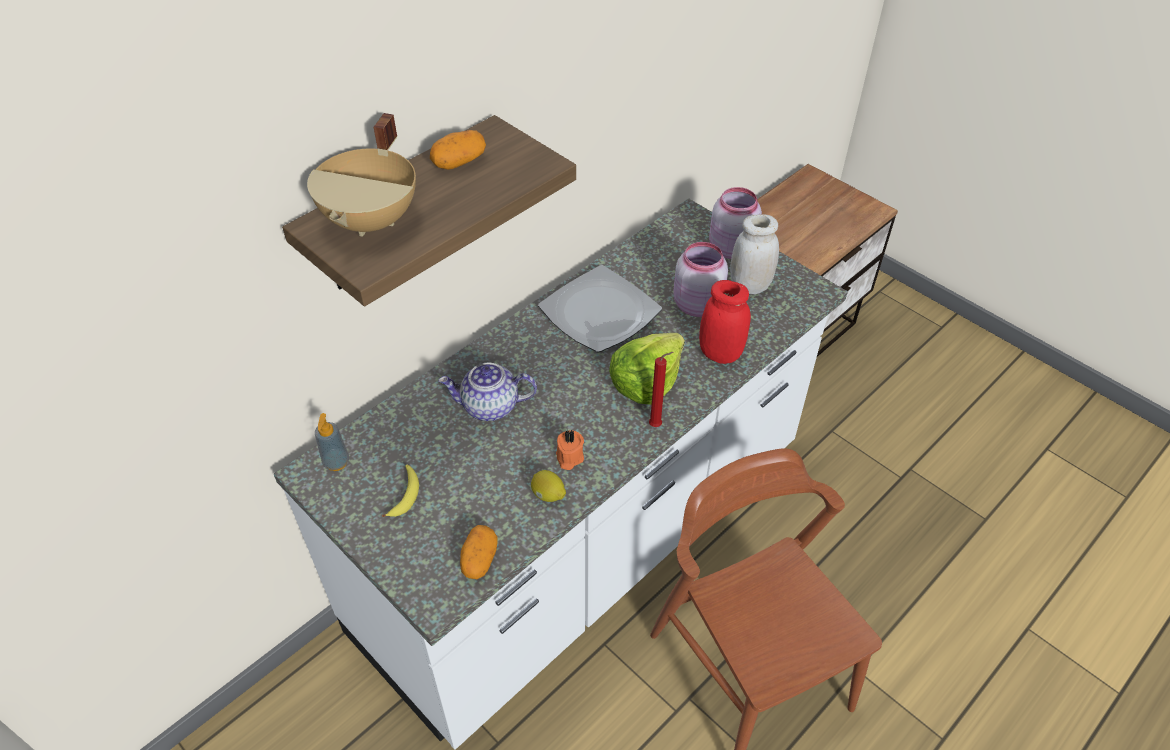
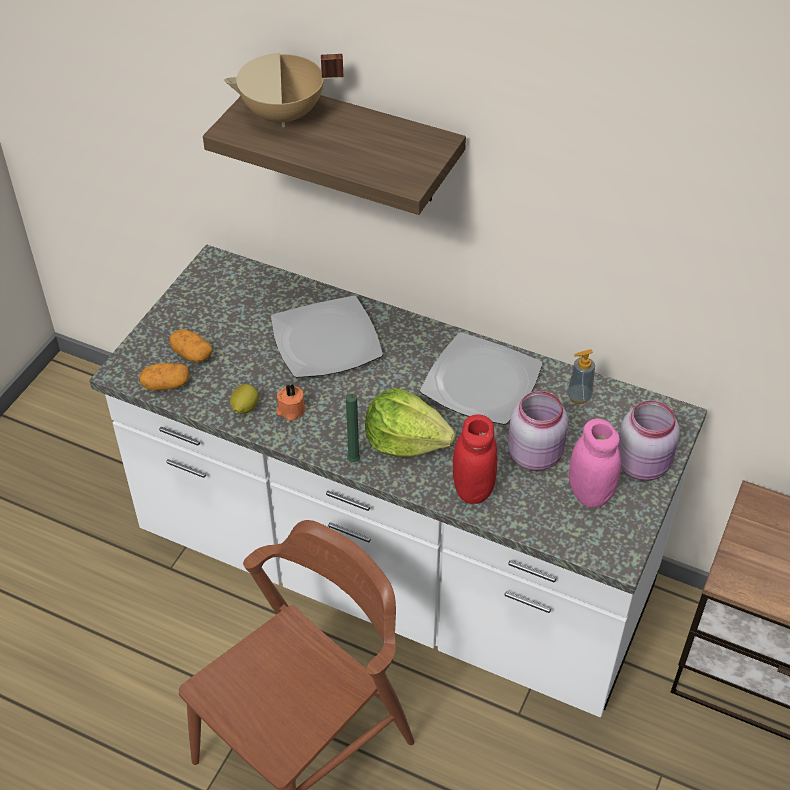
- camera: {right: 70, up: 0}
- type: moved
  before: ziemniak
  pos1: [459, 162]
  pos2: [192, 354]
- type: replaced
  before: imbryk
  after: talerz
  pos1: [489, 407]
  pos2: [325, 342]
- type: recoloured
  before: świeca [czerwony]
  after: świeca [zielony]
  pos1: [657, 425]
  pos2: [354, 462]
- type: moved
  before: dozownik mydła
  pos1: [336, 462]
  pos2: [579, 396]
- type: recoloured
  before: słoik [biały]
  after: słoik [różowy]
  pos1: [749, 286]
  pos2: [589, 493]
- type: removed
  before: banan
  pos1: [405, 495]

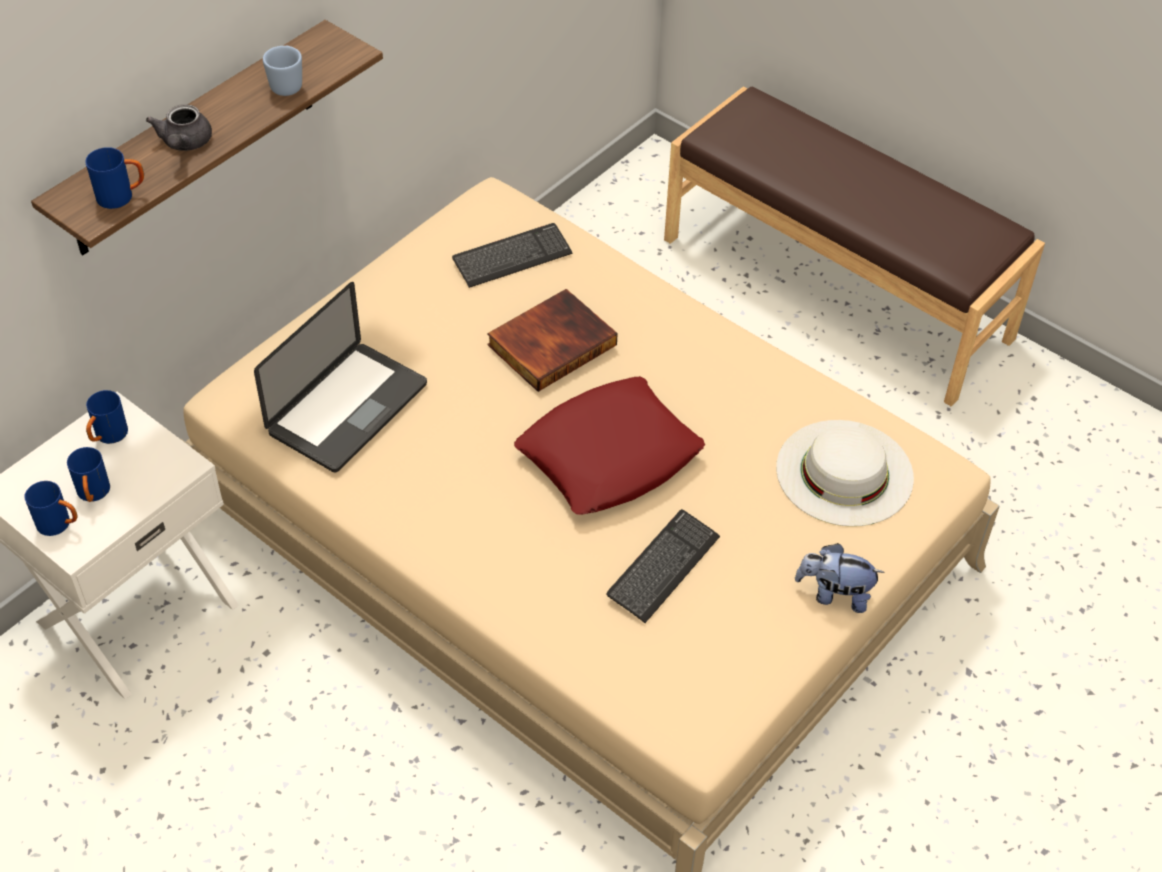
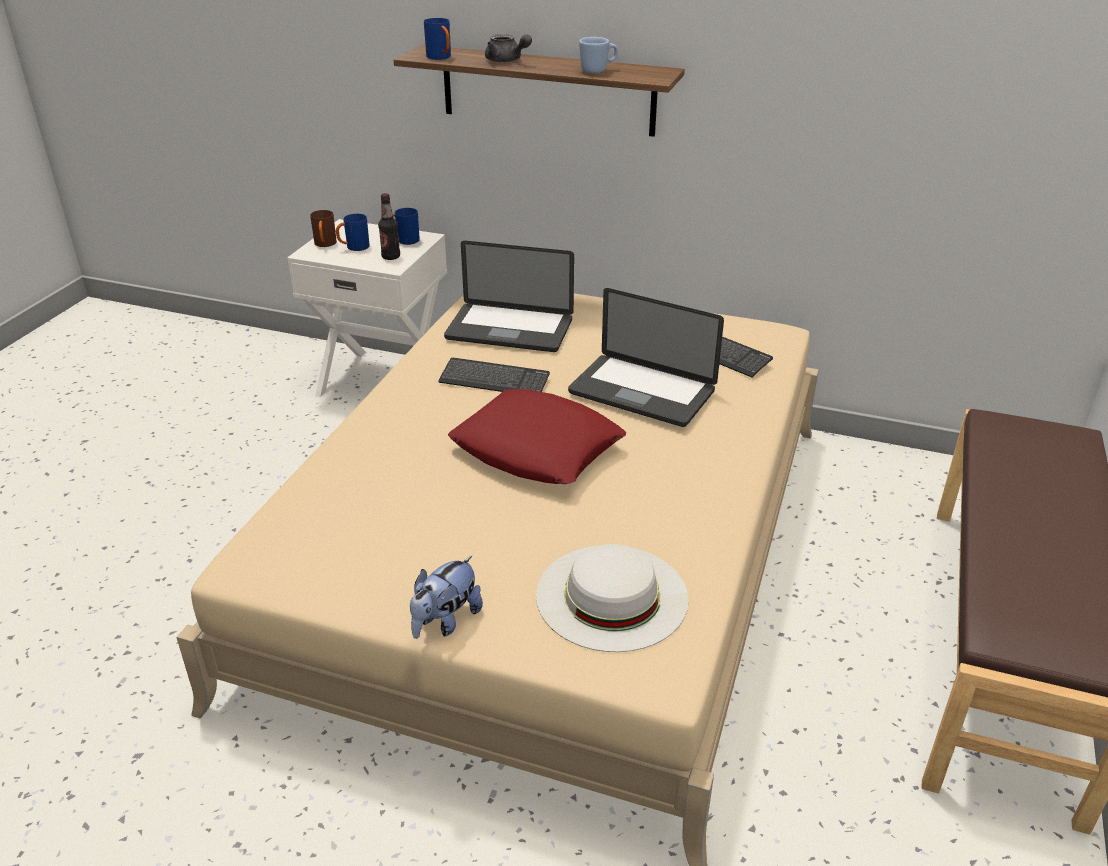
- camera: {right: 70, up: -15}
- type: recoloured
  before: kubek [niebieski]
  after: kubek [brązowy]
  pos1: [59, 524]
  pos2: [325, 245]
- type: added
  after: butelka
  pos2: [391, 257]
- type: turned
  before: pluszak
  pos1: [834, 594]
  pos2: [445, 621]
  turn: -135
- type: moved
  before: klawiatura
  pos1: [663, 567]
  pos2: [494, 380]
- type: turned
  before: imbryk [szary]
  pos1: [184, 144]
  pos2: [506, 61]
  turn: -120
- type: replaced
  before: książka
  after: laptop
  pos1: [551, 343]
  pos2: [641, 392]

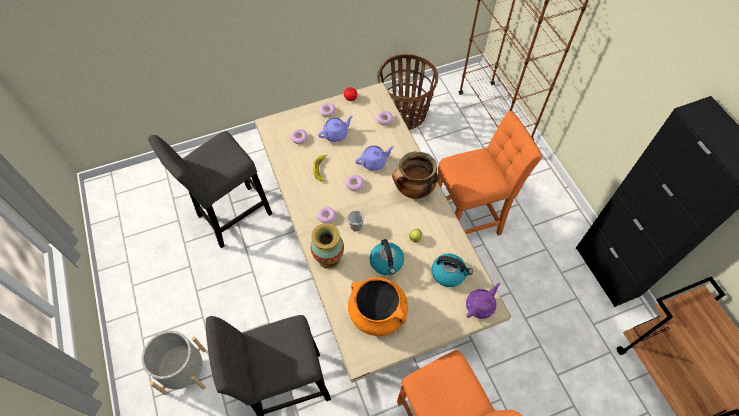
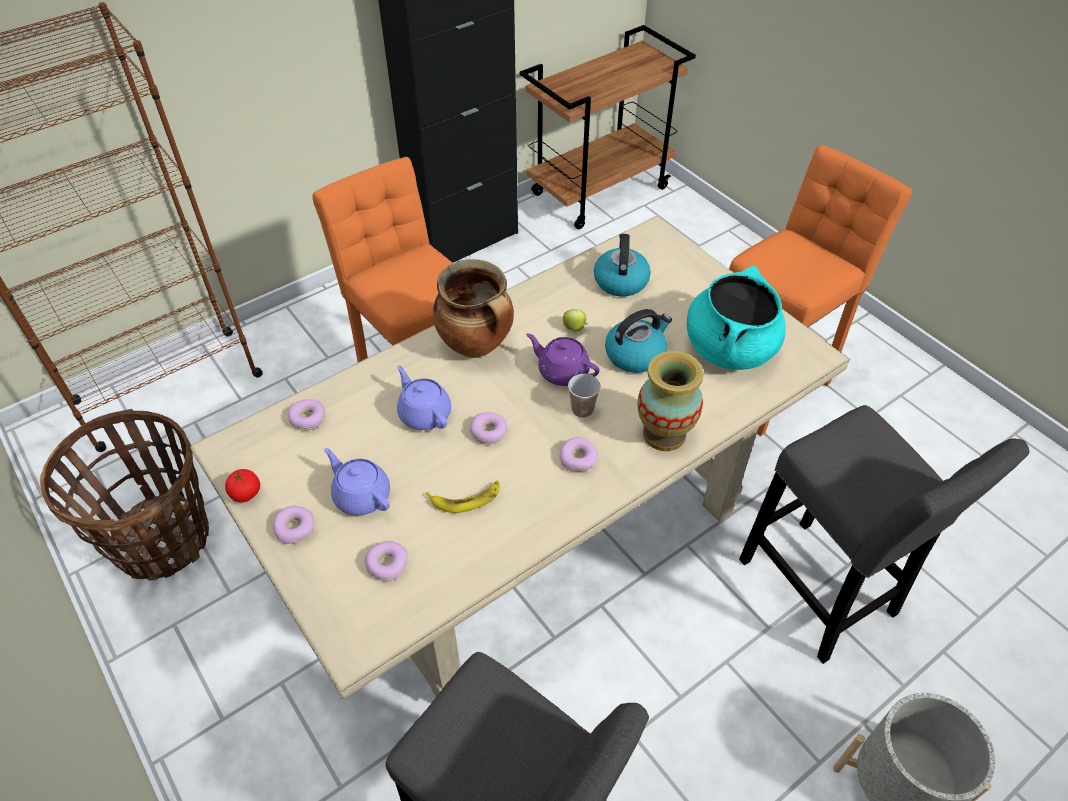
- camera: {right: -105, up: -10}
- type: moved
  before: imbryk [fioletowy]
  pos1: [480, 305]
  pos2: [562, 371]
- type: recoloured
  before: garnek [pomarańczowy]
  after: garnek [turkusowy]
  pos1: [378, 313]
  pos2: [729, 348]

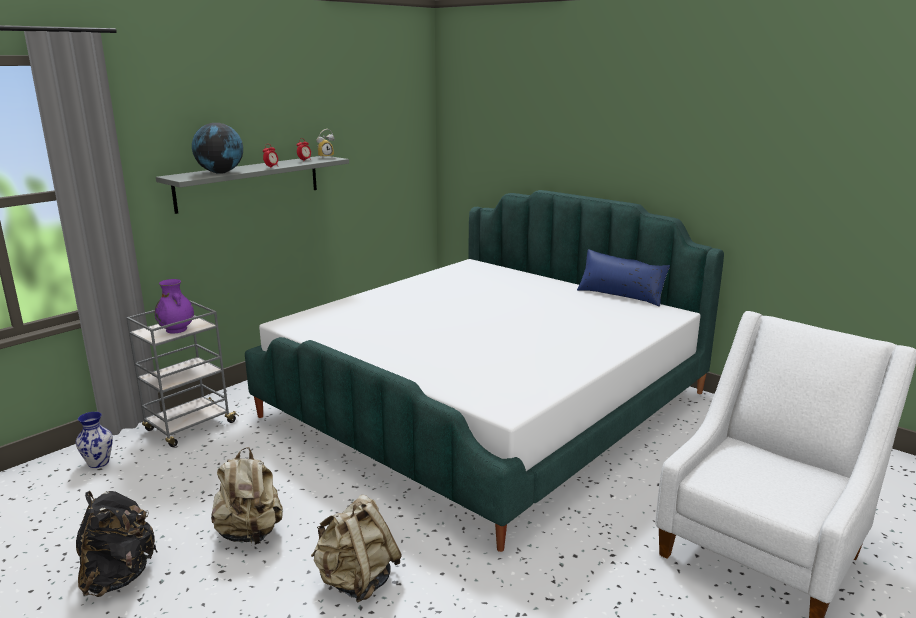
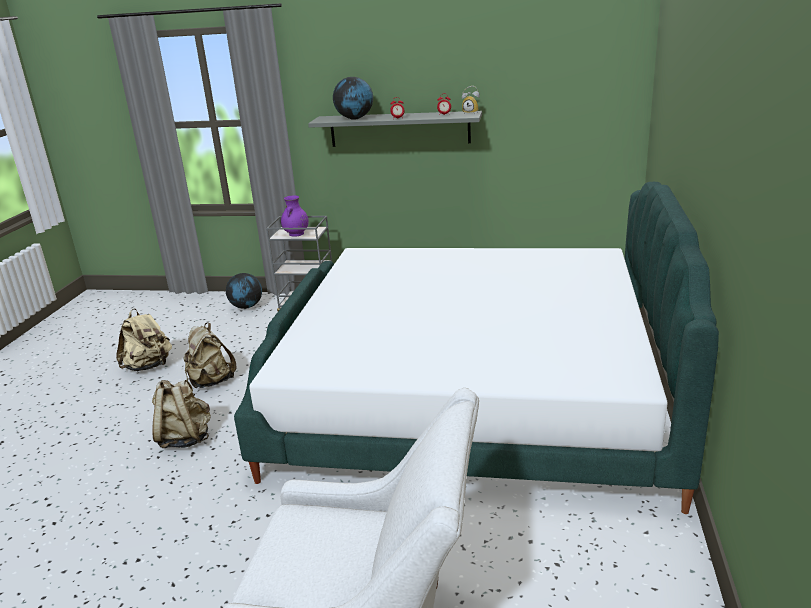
- camera: {right: 60, up: 5}
- type: recoloured
  before: plecak [czarny]
  after: plecak [beżowy]
  pos1: [118, 576]
  pos2: [149, 366]
- type: replaced
  before: wazon
  after: globus
  pos1: [98, 462]
  pos2: [247, 307]
- type: removed
  before: poduszka [niebieski]
  pos1: [621, 295]

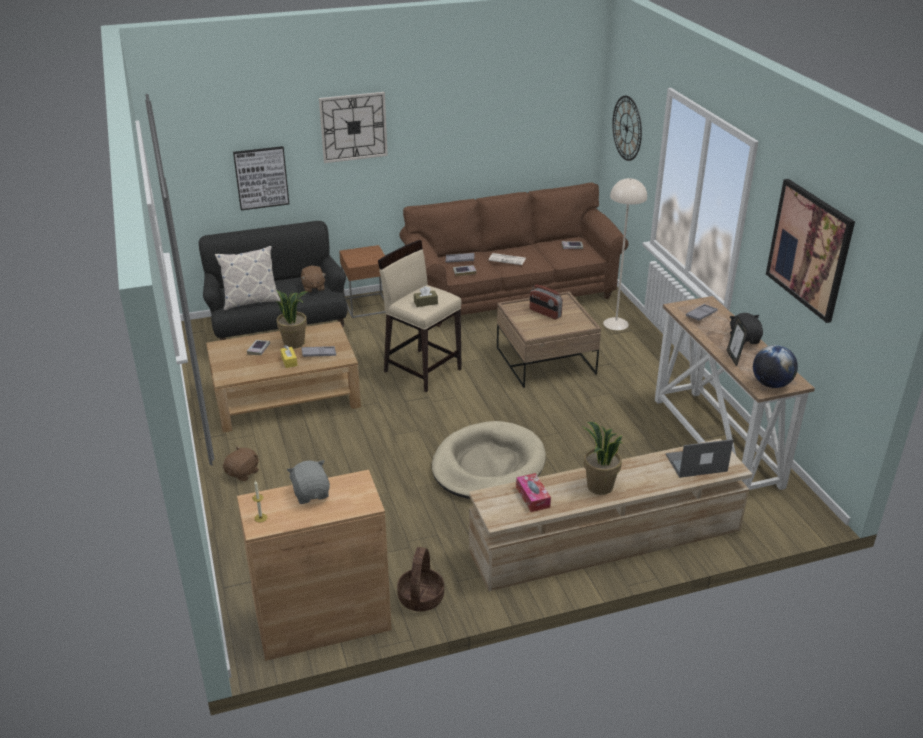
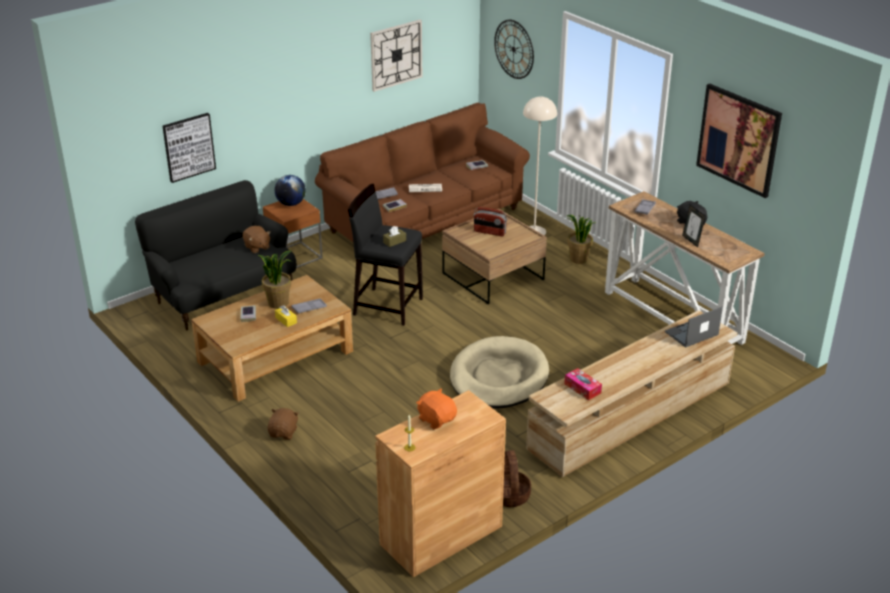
- camera: {right: -20, up: 0}
- type: moved
  before: globus
  pos1: [771, 384]
  pos2: [291, 204]
- type: recoloured
  before: stołek [beżowy]
  after: stołek [czarny]
  pos1: [422, 369]
  pos2: [387, 306]
- type: moved
  before: zegar ścienny
  pos1: [353, 127]
  pos2: [396, 55]
- type: recoloured
  before: pluszak [szary]
  after: pluszak [pomarańczowy]
  pos1: [311, 493]
  pos2: [436, 419]
- type: moved
  before: roślina doniczkowa
  pos1: [599, 487]
  pos2: [578, 259]
- type: removed
  before: poduszka
  pos1: [251, 301]

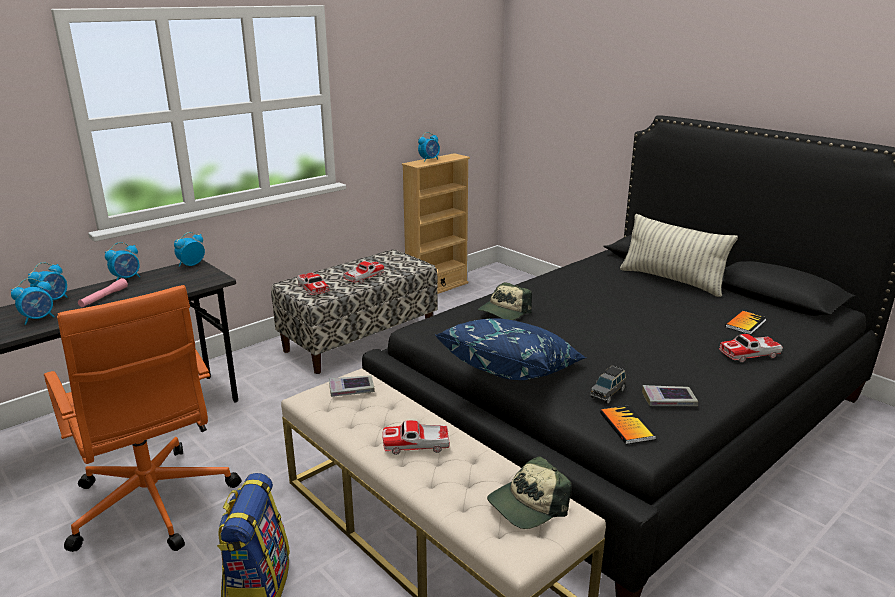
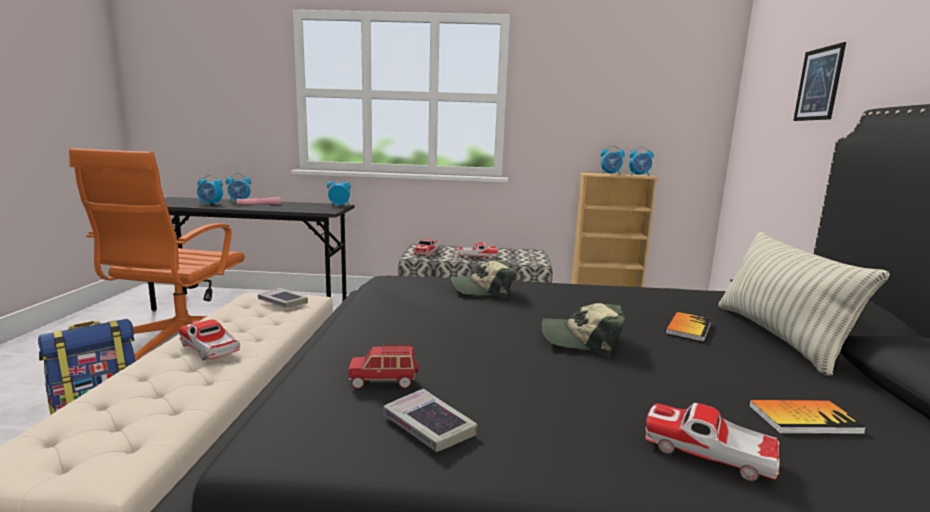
- camera: {right: 45, up: -10}
- type: recoloured
  before: samochodzik [szary]
  after: samochodzik [czerwony]
  pos1: [608, 393]
  pos2: [384, 381]
- type: moved
  before: czapka z daszkiem
  pos1: [528, 505]
  pos2: [582, 339]
- type: moved
  before: budzik
  pos1: [127, 278]
  pos2: [639, 175]
- type: moved
  before: książka
  pos1: [627, 426]
  pos2: [688, 328]
- type: added
  after: obraz
  pos2: [818, 84]
- type: removed
  before: poduszka [niebieski]
  pos1: [512, 371]

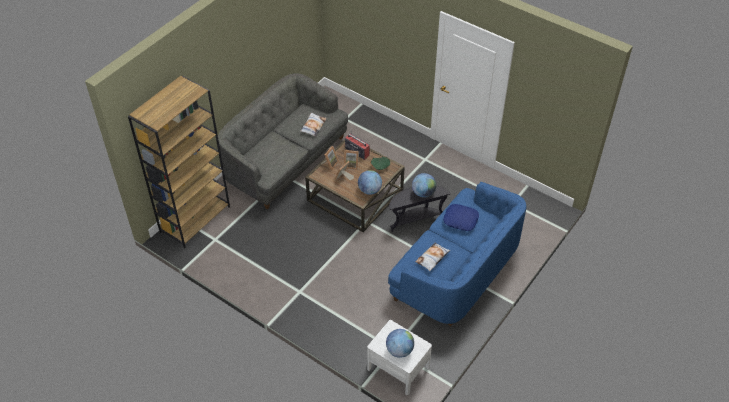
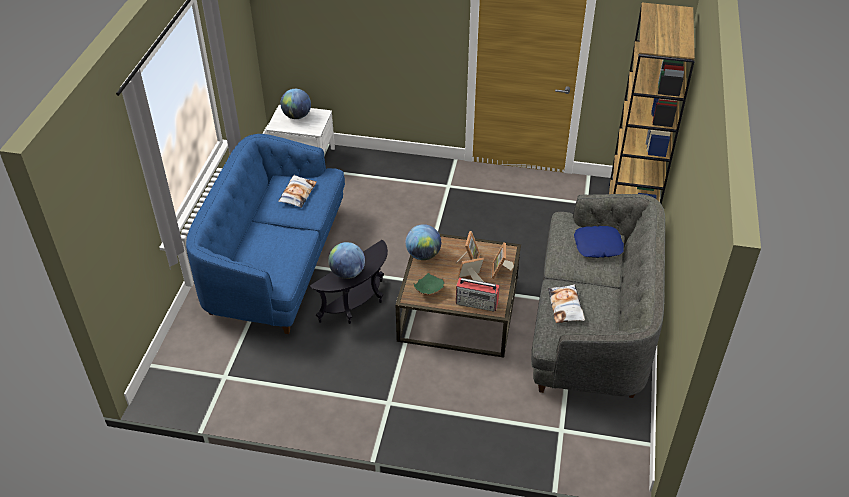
- camera: {right: 155, up: -5}
- type: moved
  before: poduszka [niebieski]
  pos1: [460, 220]
  pos2: [598, 246]

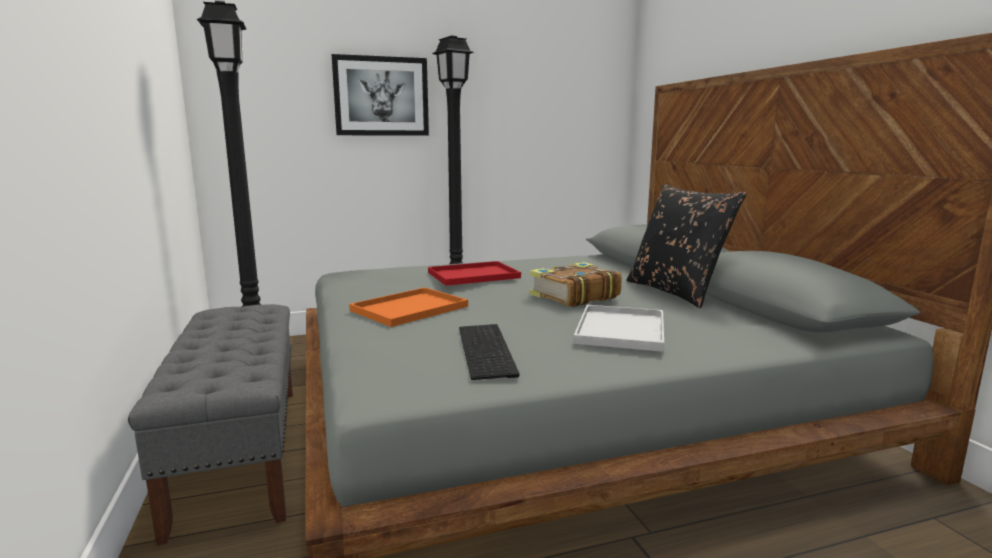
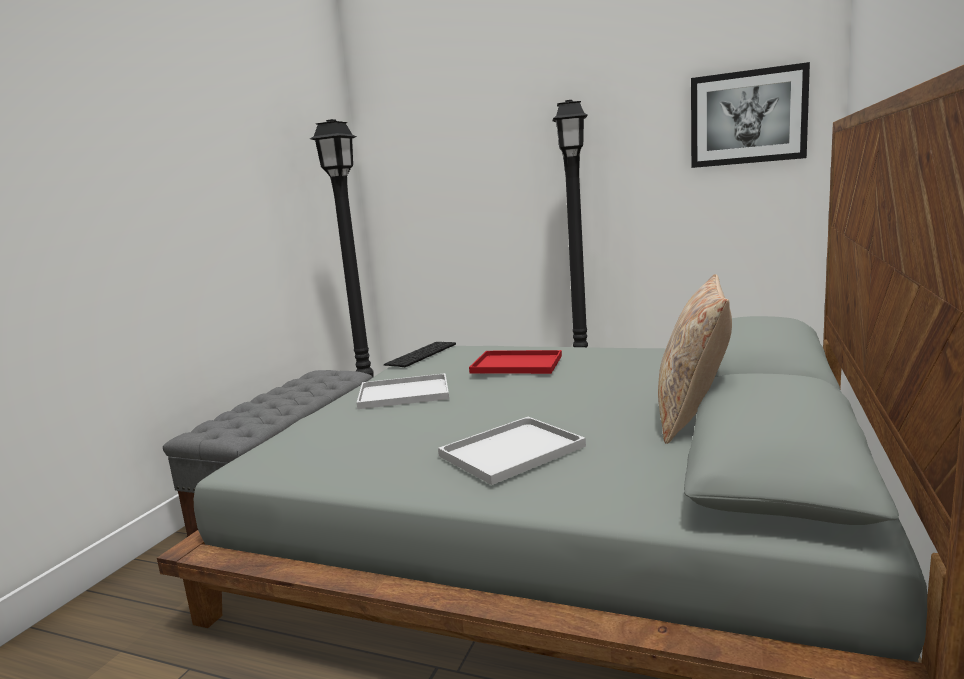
- camera: {right: 40, up: 0}
- type: recoloured
  before: taca [pomarańczowy]
  after: taca [biały]
  pos1: [410, 308]
  pos2: [406, 393]
- type: moved
  before: klawiatura
  pos1: [488, 350]
  pos2: [422, 354]
- type: recoloured
  before: poduszka [czarny]
  after: poduszka [beżowy]
  pos1: [676, 292]
  pos2: [692, 416]
- type: moved
  before: obraz
  pos1: [381, 96]
  pos2: [747, 117]
- type: removed
  before: książka
  pos1: [573, 296]

